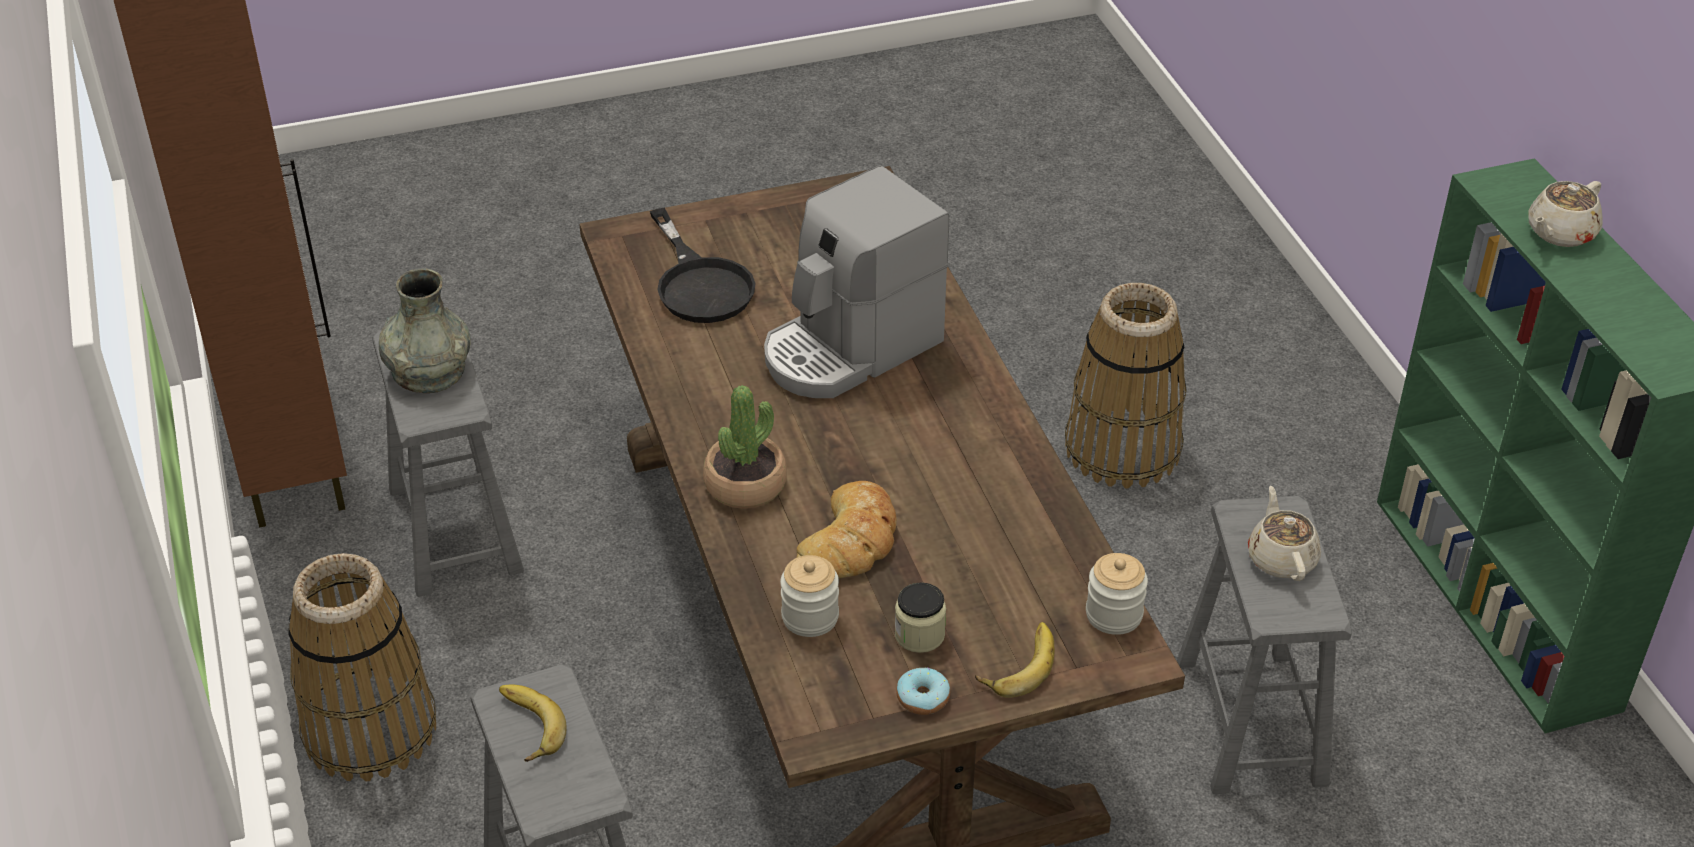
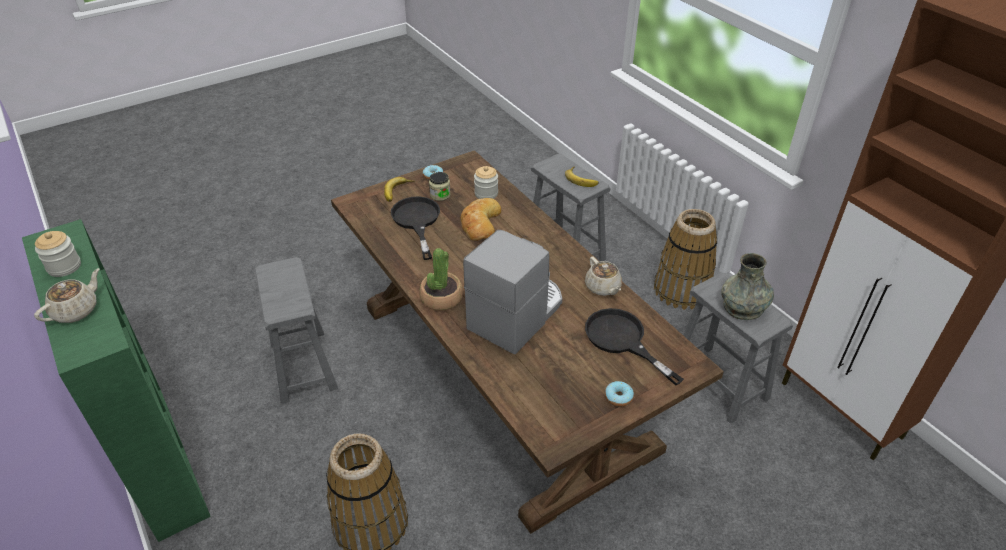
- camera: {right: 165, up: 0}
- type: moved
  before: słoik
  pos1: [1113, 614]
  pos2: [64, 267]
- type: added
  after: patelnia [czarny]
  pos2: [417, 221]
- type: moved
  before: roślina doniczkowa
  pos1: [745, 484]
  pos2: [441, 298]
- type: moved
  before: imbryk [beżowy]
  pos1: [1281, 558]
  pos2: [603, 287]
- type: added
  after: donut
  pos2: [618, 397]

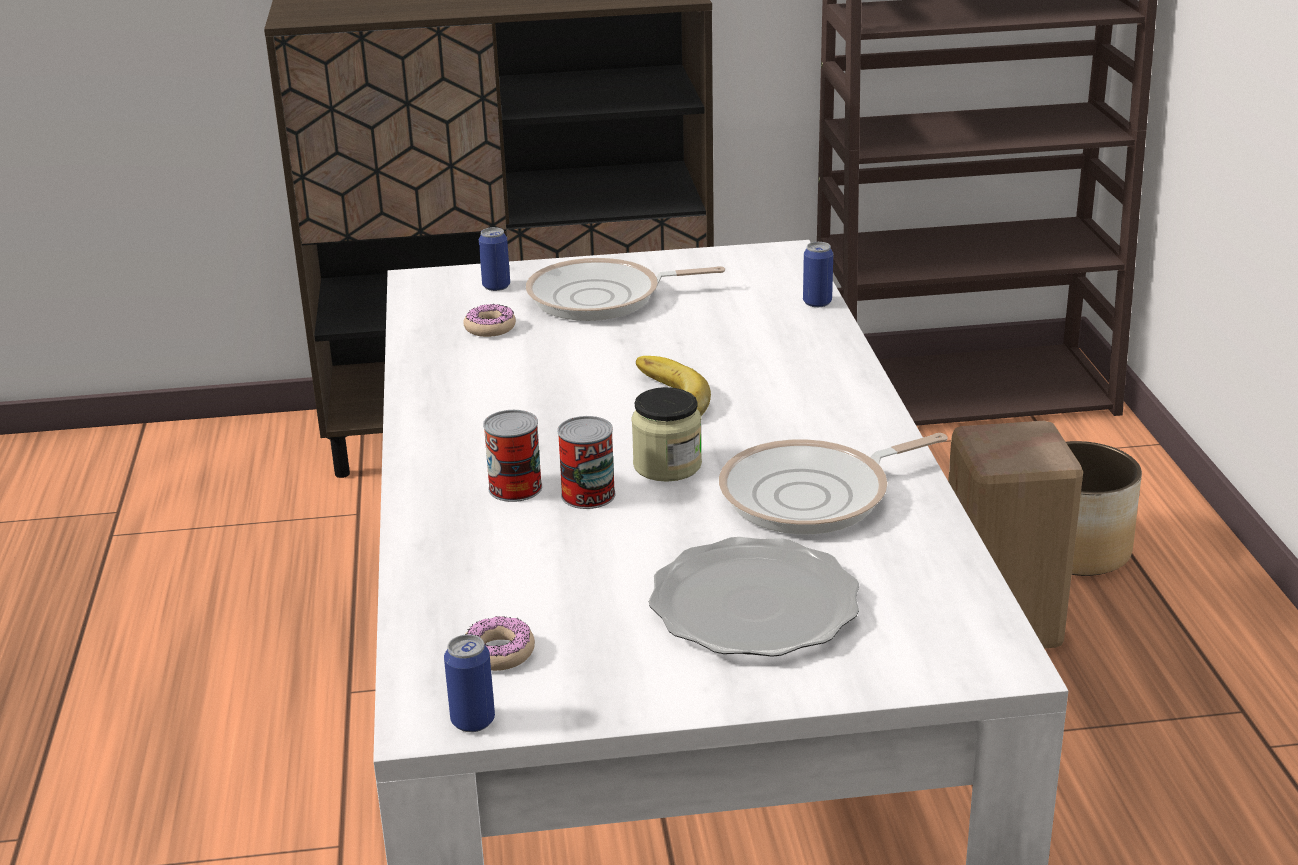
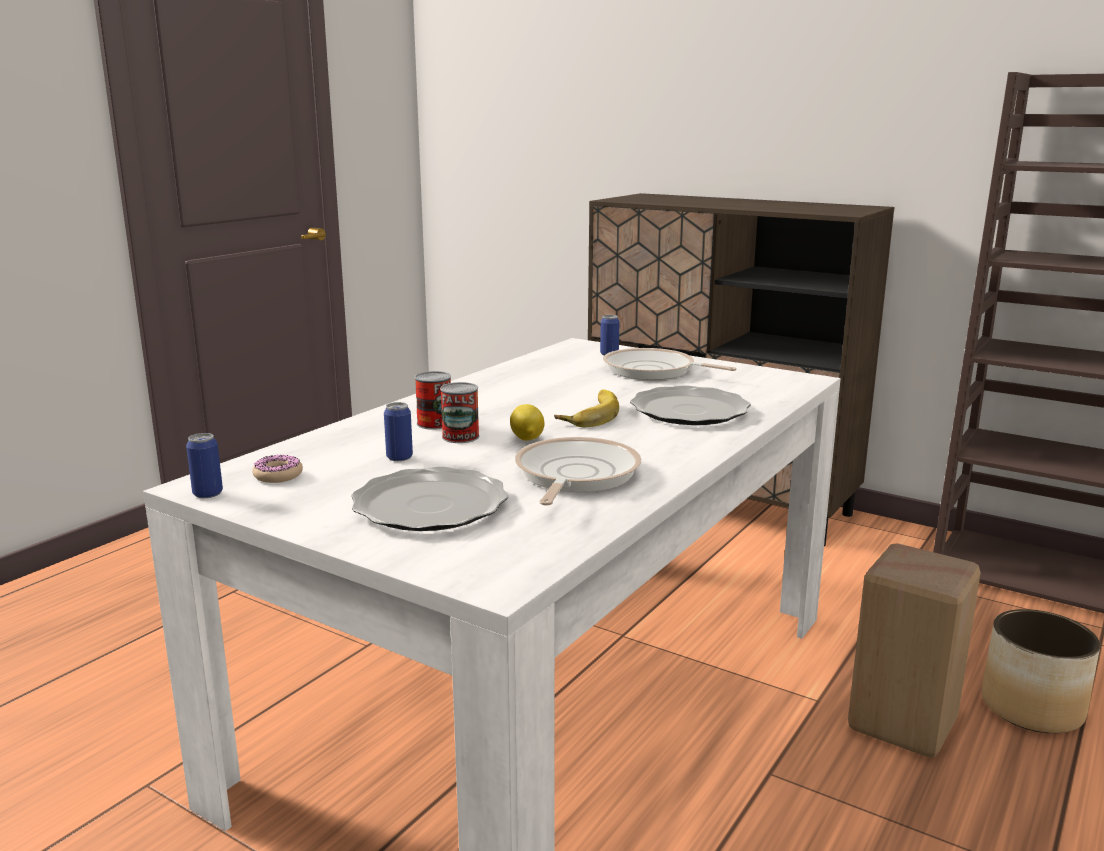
- camera: {right: 40, up: -10}
- type: moved
  before: puszka
  pos1: [817, 302]
  pos2: [399, 457]
- type: replaced
  before: słoik
  after: cytryna
  pos1: [667, 465]
  pos2: [527, 439]
- type: turned
  before: patelnia
  pos1: [814, 496]
  pos2: [574, 476]
  turn: 90
- type: added
  after: talerz
  pos2: [688, 410]
- type: removed
  before: donut
  pos1: [490, 328]

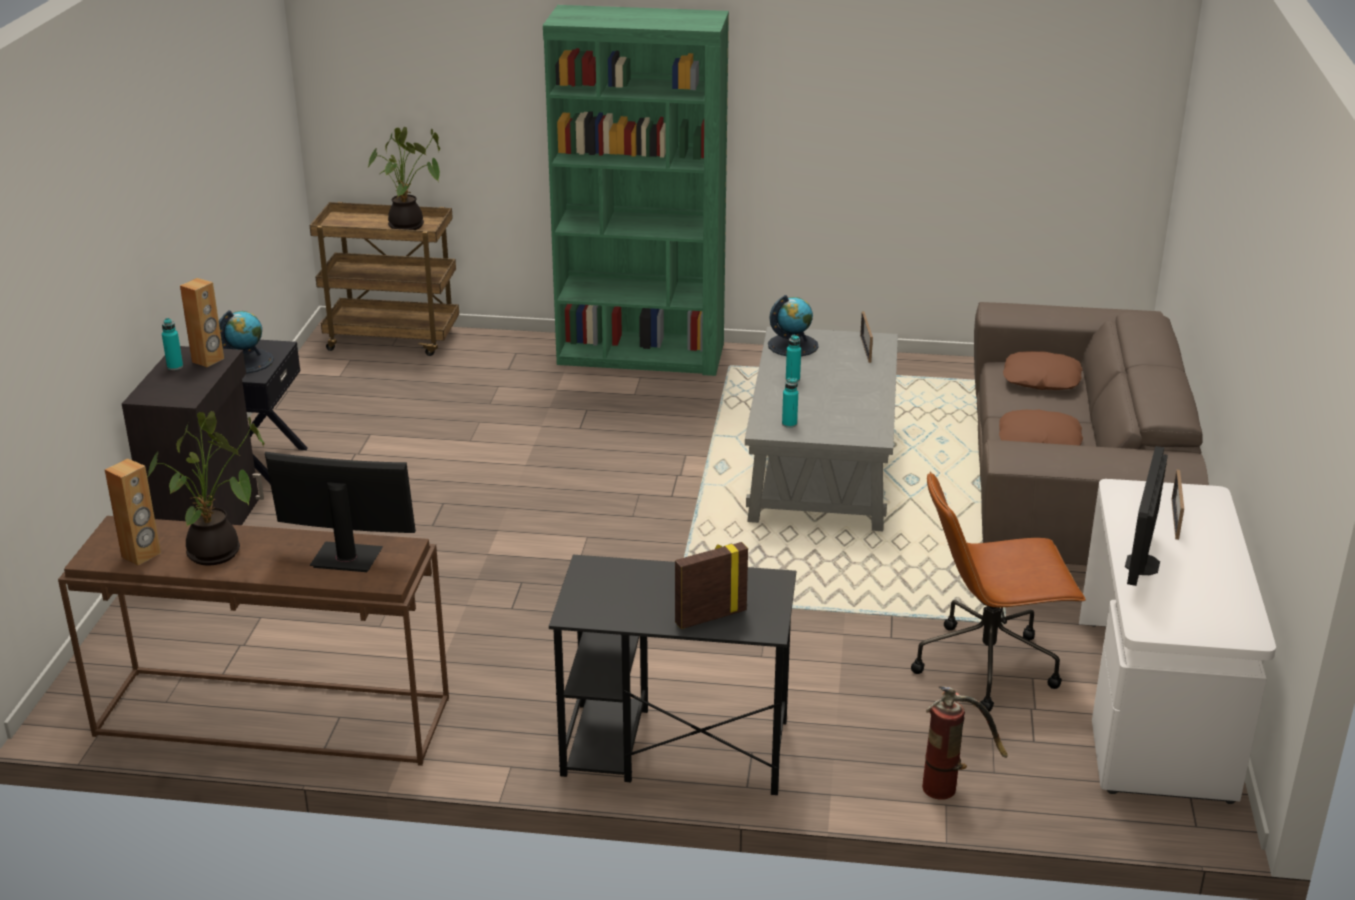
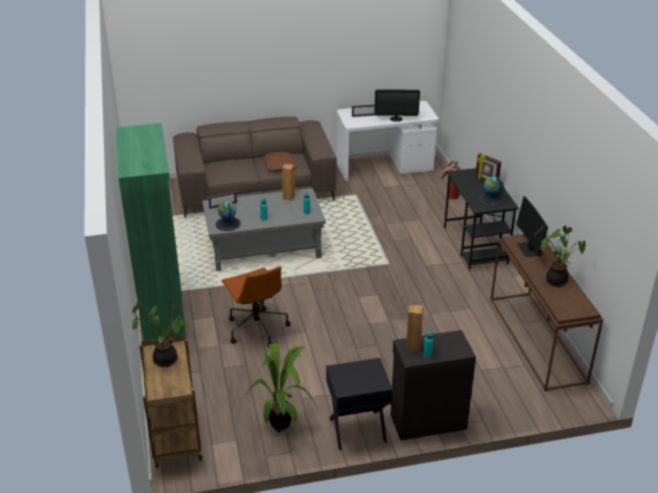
- camera: {right: -110, up: 5}
- type: moved
  before: krzesło biurowe [brązowy]
  pos1: [988, 665]
  pos2: [256, 328]
- type: added
  after: roślina doniczkowa
  pos2: [283, 424]
- type: moved
  before: głośnik [brązowy]
  pos1: [141, 555]
  pos2: [288, 197]
- type: moved
  before: globus
  pos1: [246, 361]
  pos2: [490, 199]
- type: removed
  before: poduszka [brązowy]
  pos1: [1041, 379]

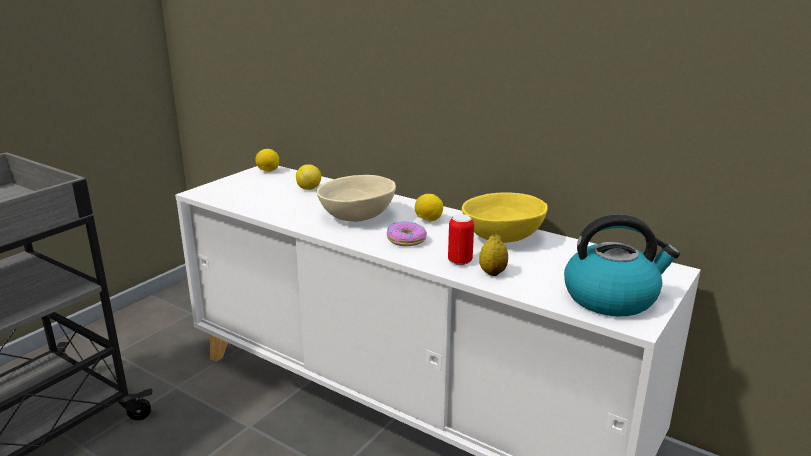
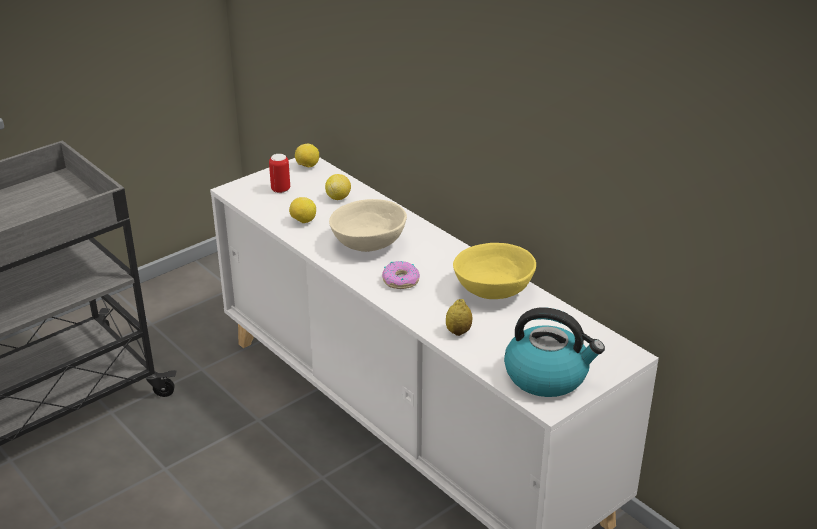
- camera: {right: 15, up: 10}
- type: moved
  before: puszka
  pos1: [460, 261]
  pos2: [280, 190]
- type: moved
  before: cytryna
  pos1: [428, 220]
  pos2: [303, 221]

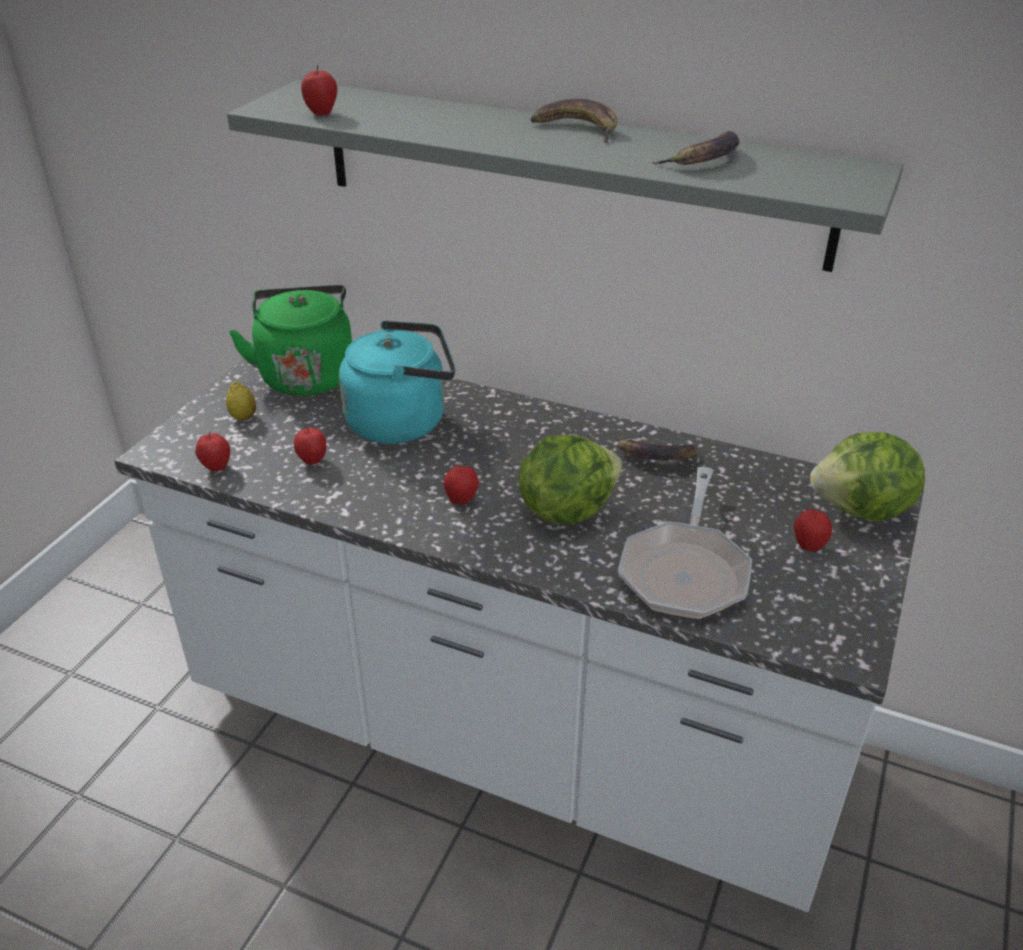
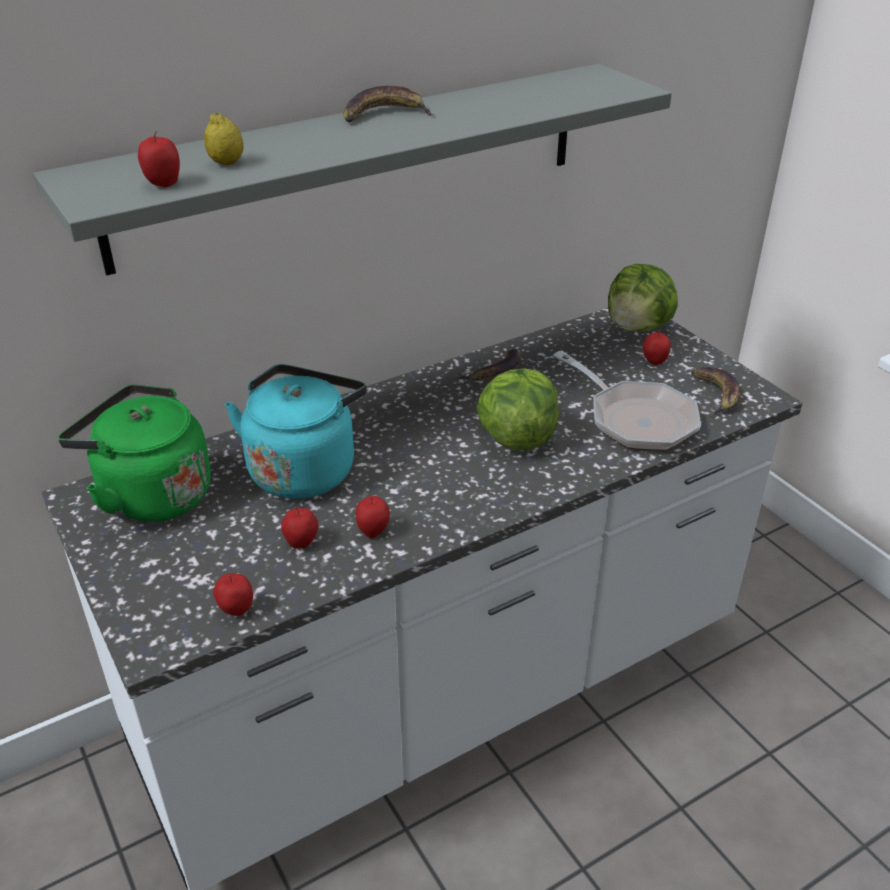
- camera: {right: -55, up: 0}
- type: moved
  before: cytryna
  pos1: [243, 417]
  pos2: [226, 163]
- type: moved
  before: jabłko
  pos1: [461, 501]
  pos2: [373, 532]
- type: moved
  before: banan
  pos1: [704, 159]
  pos2: [716, 395]

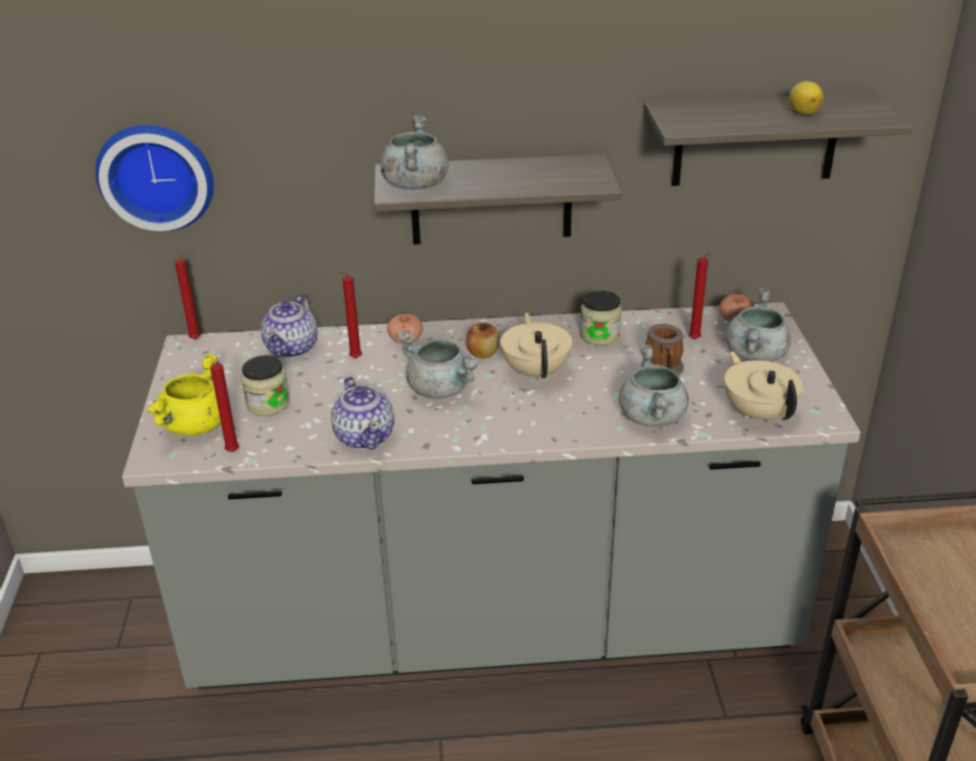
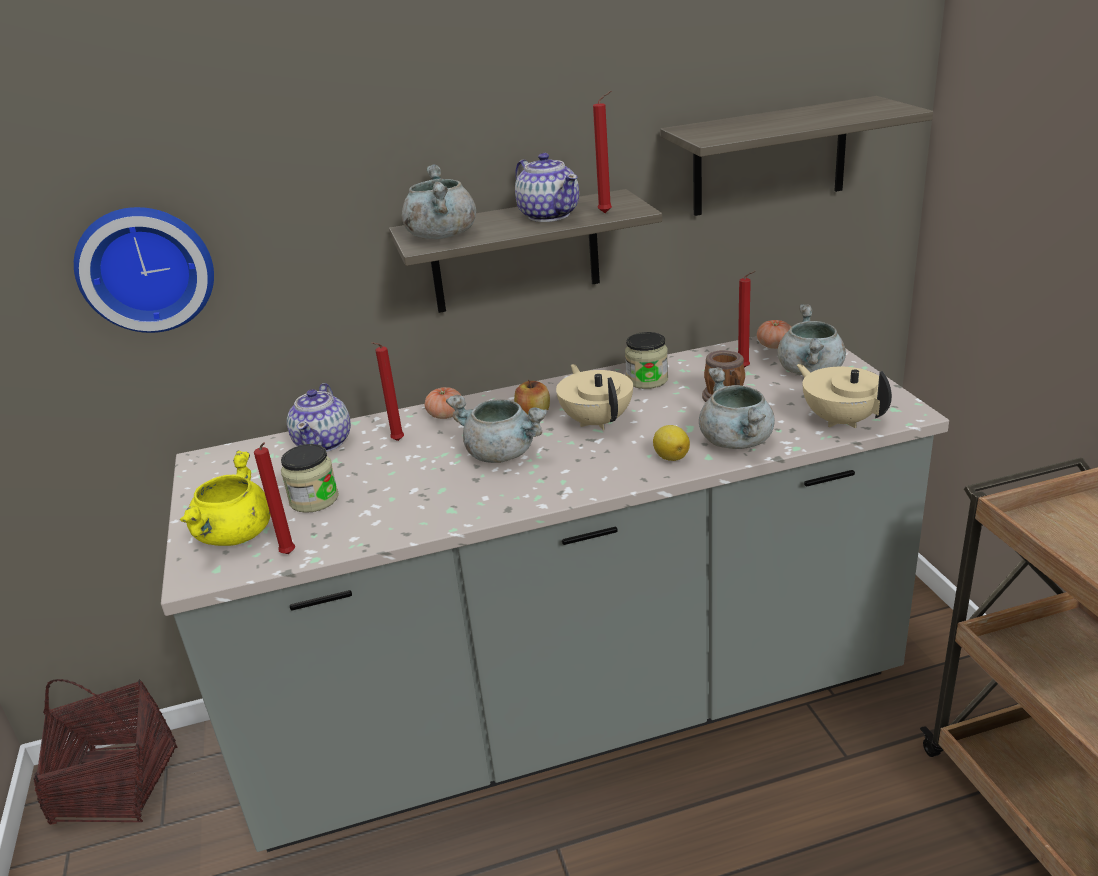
- camera: {right: -10, up: -5}
- type: added
  after: koszyk
  pos2: [116, 785]
- type: moved
  before: imbryk
  pos1: [365, 436]
  pos2: [549, 215]
- type: moved
  before: świeca [czerwony]
  pos1: [197, 340]
  pos2: [607, 213]
- type: moved
  before: cytryna
  pos1: [803, 112]
  pos2: [671, 457]

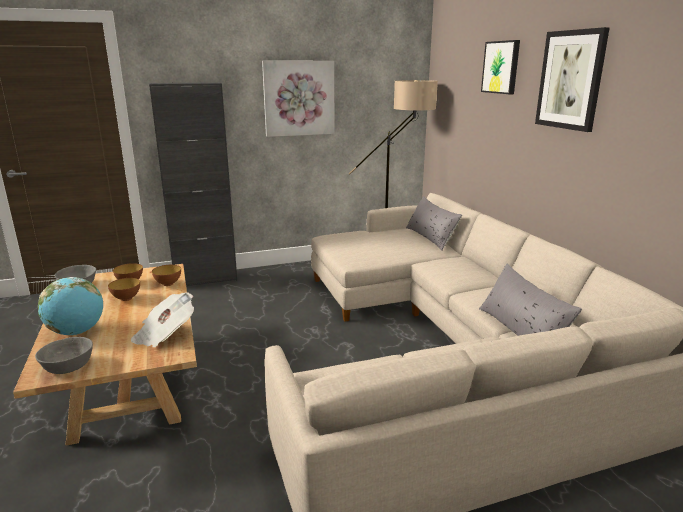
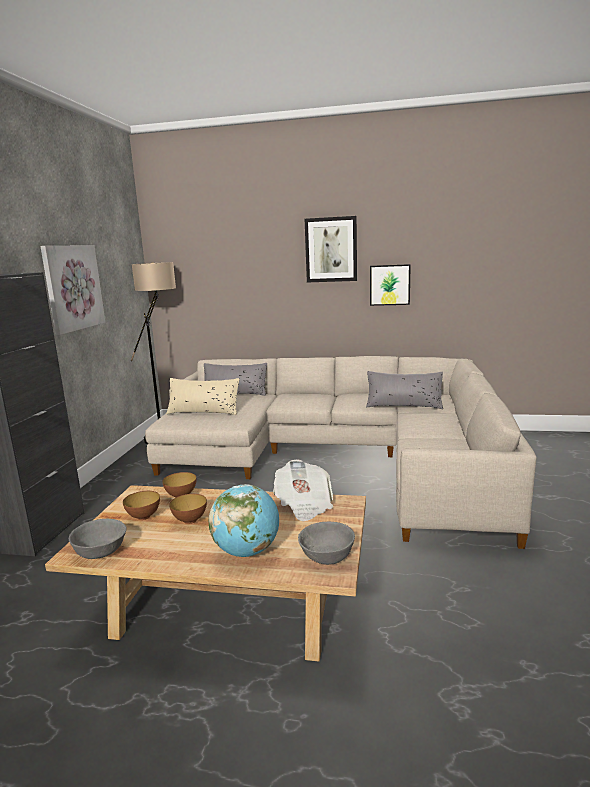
- camera: {right: -60, up: -5}
- type: added
  after: poduszka [beżowy]
  pos2: [204, 411]
- type: moved
  before: obraz
  pos1: [501, 67]
  pos2: [389, 285]

